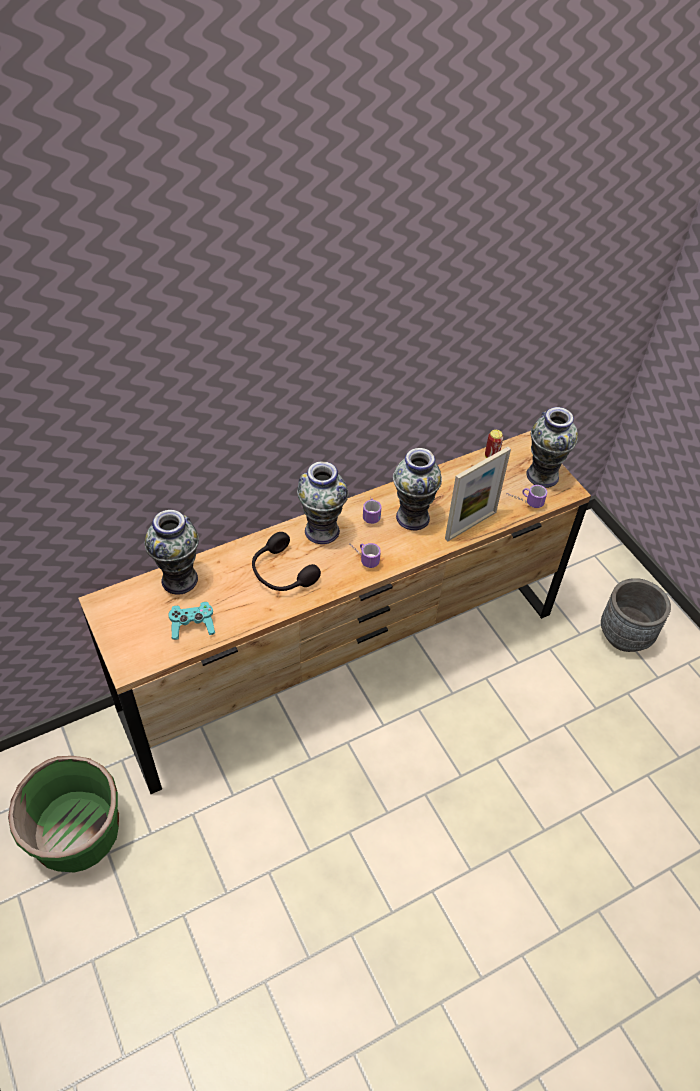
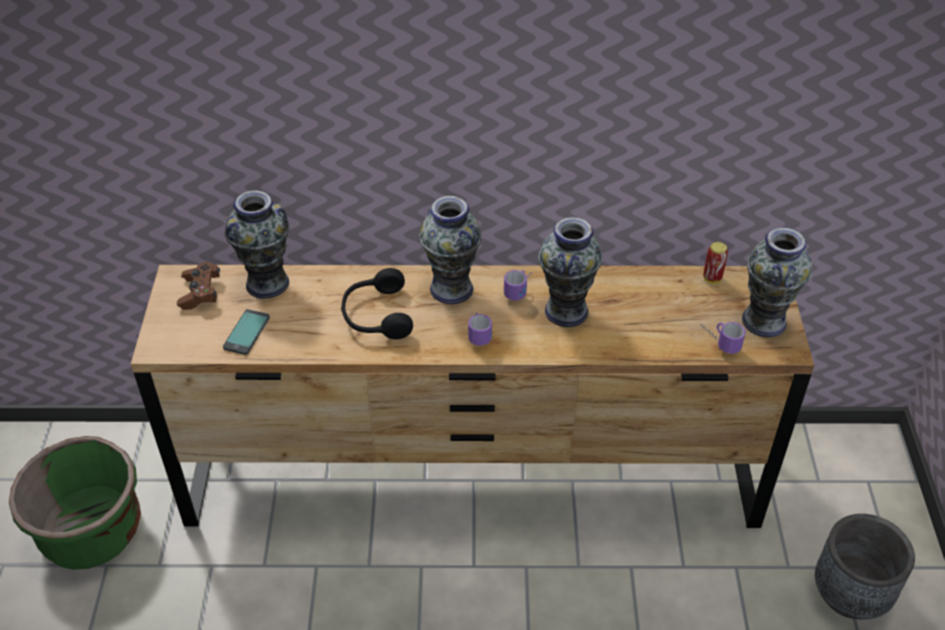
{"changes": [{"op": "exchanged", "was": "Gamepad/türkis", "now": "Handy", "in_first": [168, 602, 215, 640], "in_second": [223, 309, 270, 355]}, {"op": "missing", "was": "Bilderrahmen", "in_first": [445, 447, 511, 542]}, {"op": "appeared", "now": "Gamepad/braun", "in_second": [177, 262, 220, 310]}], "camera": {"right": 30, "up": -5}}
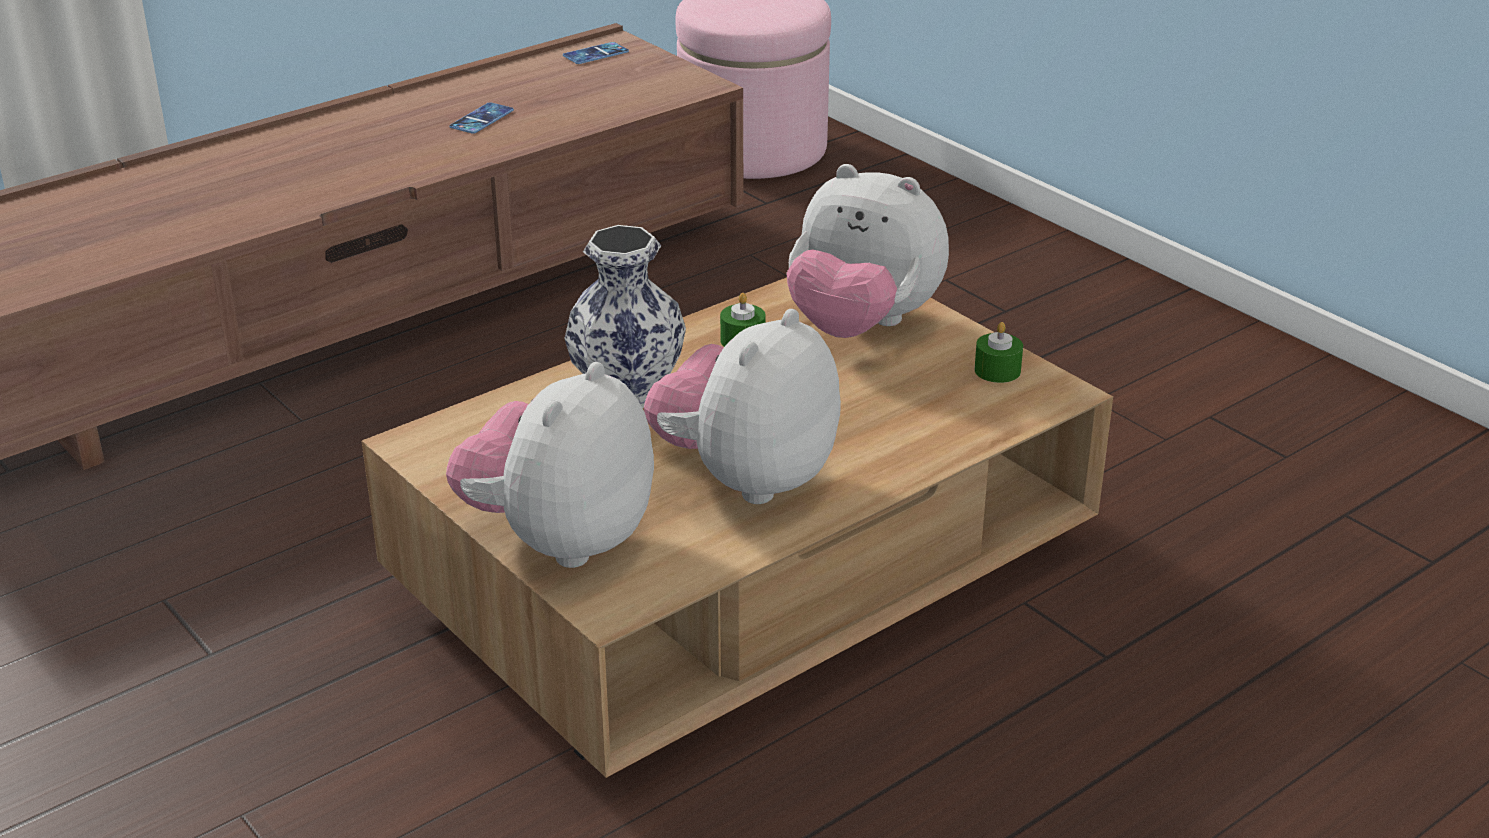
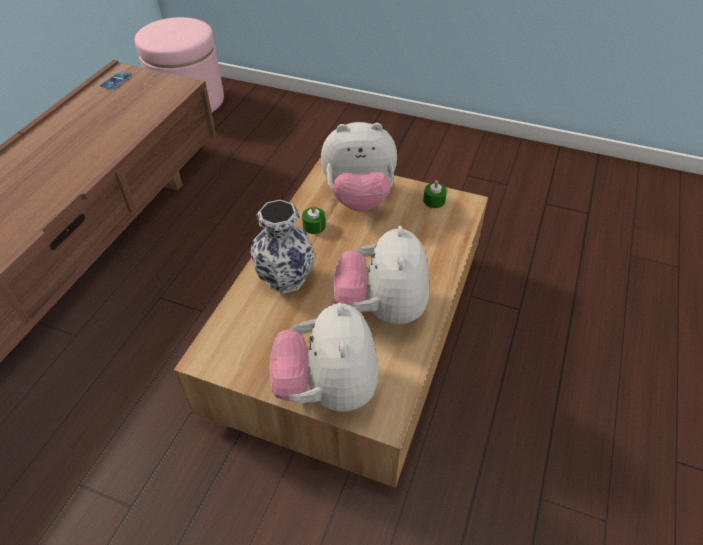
{"changes": [{"op": "missing", "was": "Handy", "in_first": [449, 102, 514, 134]}], "camera": {"right": -30, "up": 15}}
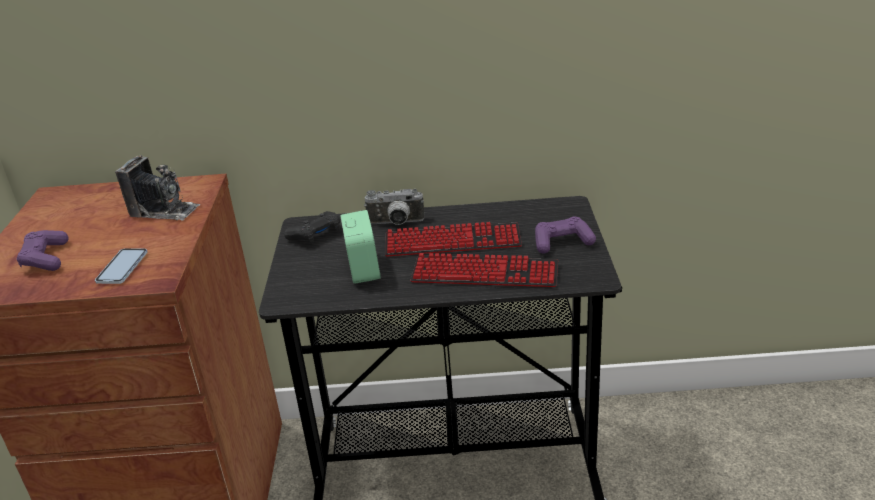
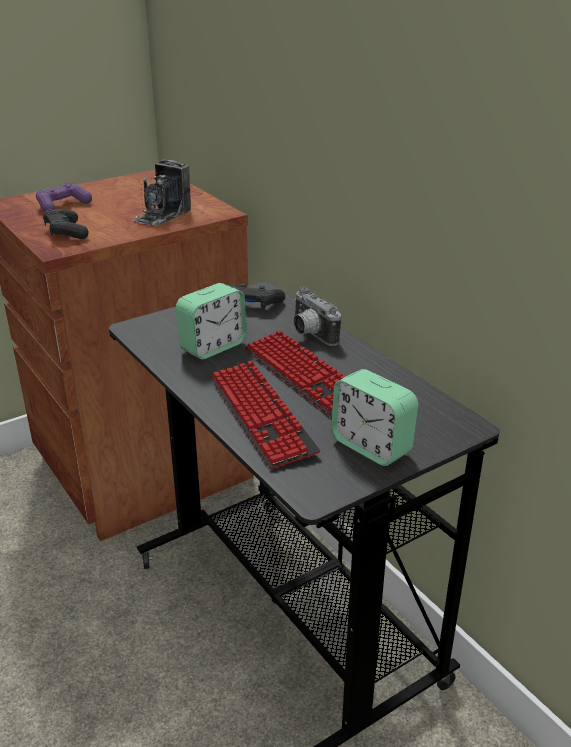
{"changes": [{"op": "exchanged", "was": "Handy", "now": "Gamepad/schwarz", "in_first": [95, 248, 148, 284], "in_second": [43, 209, 89, 239]}, {"op": "spun", "was": "Kamera", "in_first": [115, 155, 200, 221], "in_second": [132, 160, 191, 226], "clockwise": 45}, {"op": "exchanged", "was": "Gamepad/lila", "now": "Wecker", "in_first": [535, 216, 596, 254], "in_second": [331, 369, 418, 466]}], "camera": {"right": 55, "up": 0}}
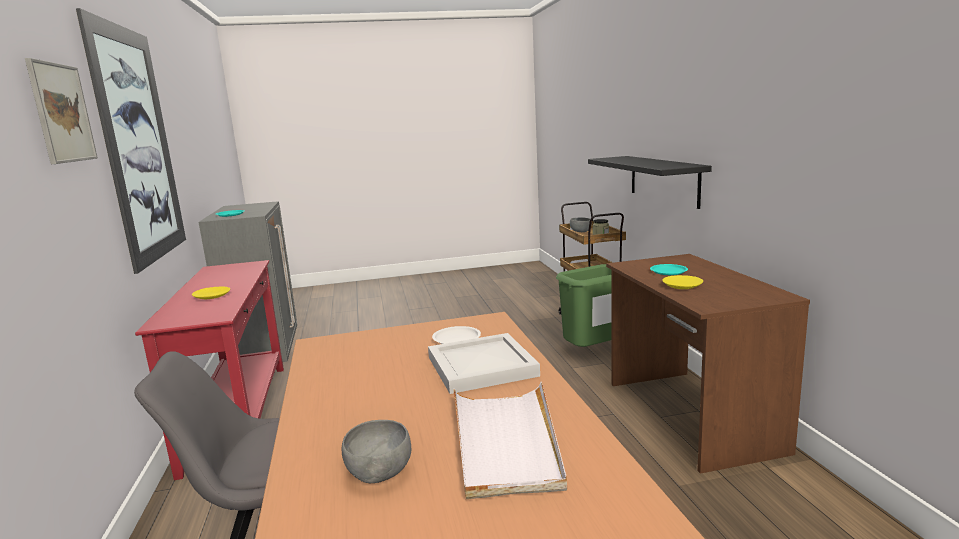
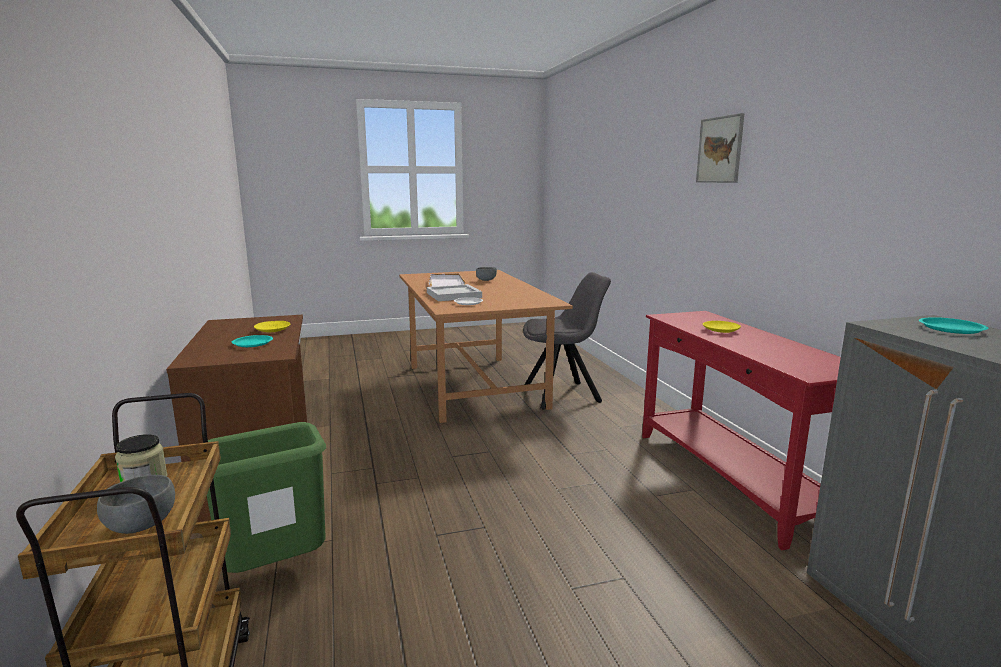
{"changes": [{"op": "missing", "was": "Bild", "in_first": [76, 8, 186, 274]}, {"op": "missing", "was": "Wandregal/schwarz", "in_first": [588, 156, 712, 209]}], "camera": {"right": 175, "up": 0}}
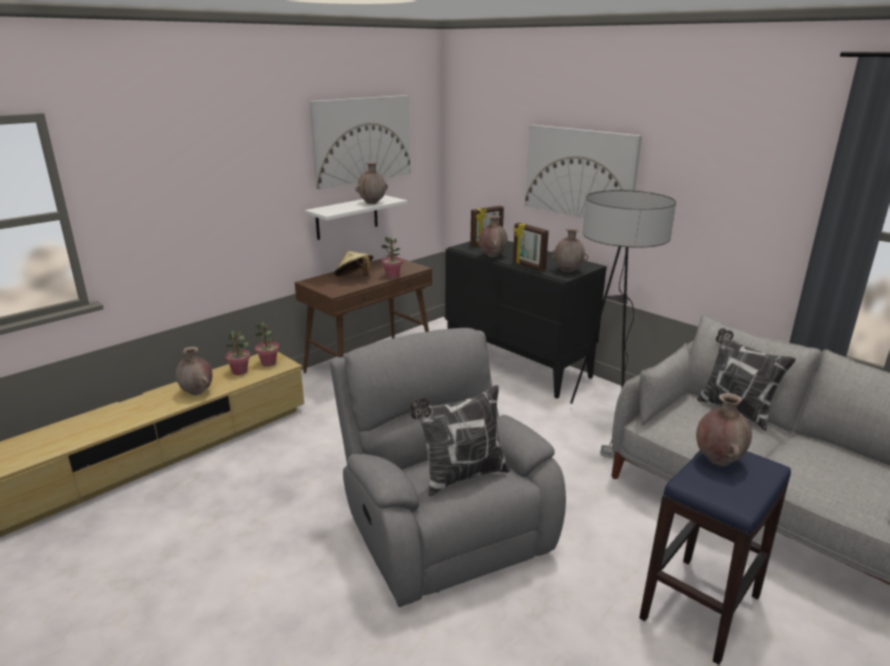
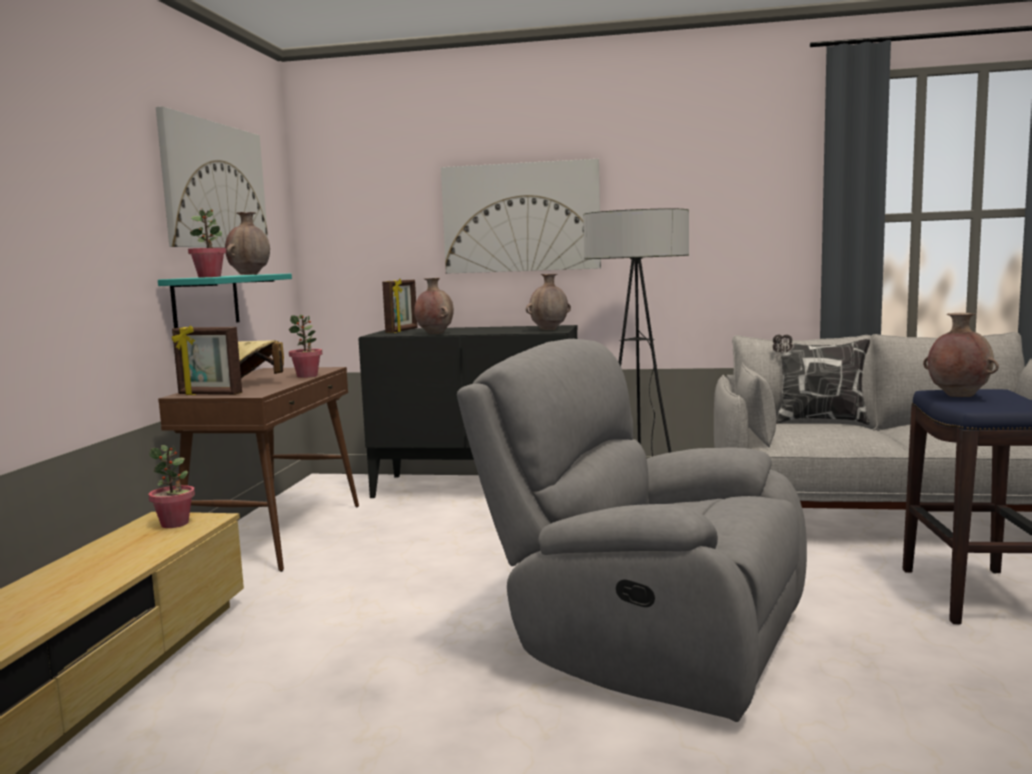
{"changes": [{"op": "missing", "was": "Vase/braun", "in_first": [176, 347, 212, 395]}, {"op": "relocated", "was": "Topfpflanze", "in_first": [225, 330, 250, 375], "in_second": [188, 209, 226, 278]}, {"op": "colour", "was": "Wandregal/weiß", "now": "Wandregal/türkis", "in_first": [305, 195, 407, 240], "in_second": [158, 274, 292, 328]}, {"op": "missing", "was": "Kissen", "in_first": [409, 385, 510, 497]}, {"op": "relocated", "was": "Bilderrahmen", "in_first": [513, 223, 549, 271], "in_second": [172, 325, 242, 395]}], "camera": {"right": -35, "up": -15}}
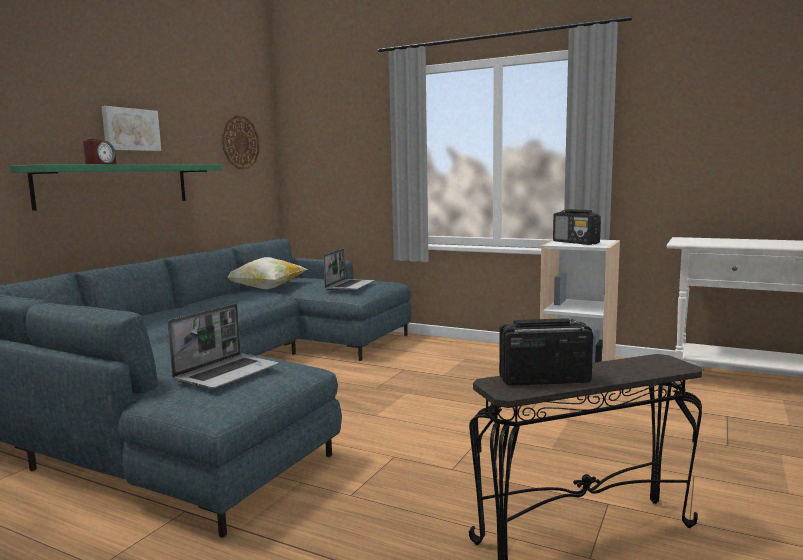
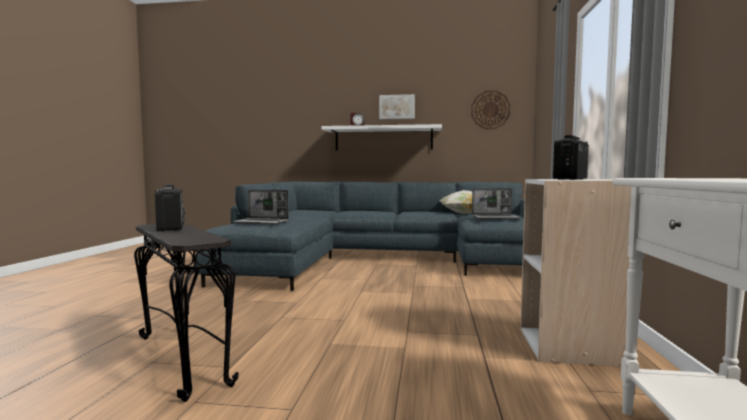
{"changes": [{"op": "colour", "was": "Wandregal/grün", "now": "Wandregal/weiß", "in_first": [10, 164, 223, 211], "in_second": [321, 124, 442, 150]}], "camera": {"right": 70, "up": -5}}
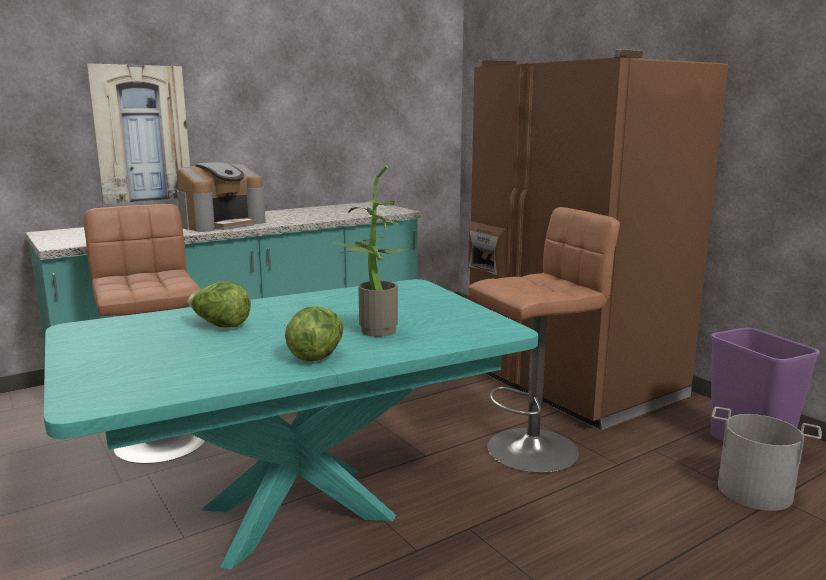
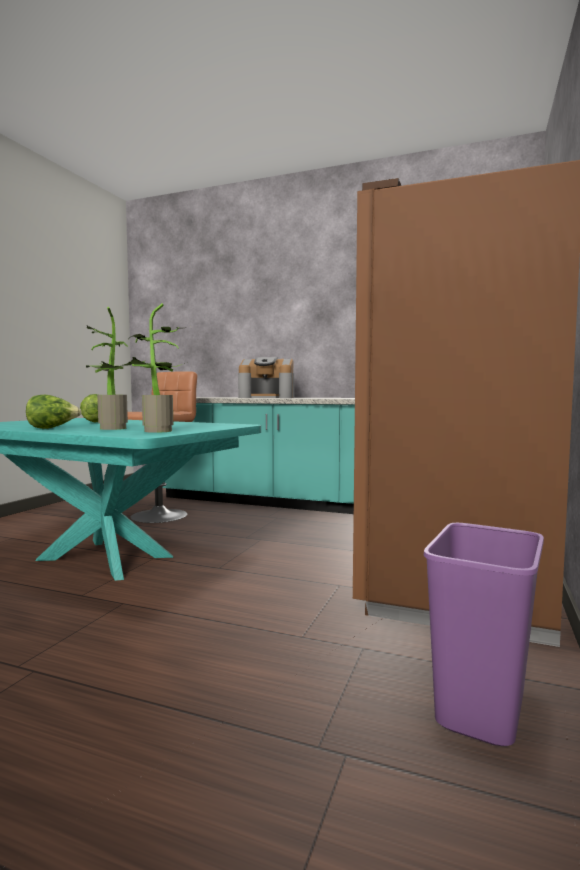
{"changes": [{"op": "missing", "was": "Bild", "in_first": [86, 63, 190, 204]}, {"op": "missing", "was": "Hocker/braun", "in_first": [468, 207, 620, 473]}, {"op": "missing", "was": "Eimer/grau", "in_first": [712, 407, 822, 511]}, {"op": "appeared", "now": "Topfpflanze", "in_second": [128, 304, 191, 433]}], "camera": {"right": 55, "up": -10}}
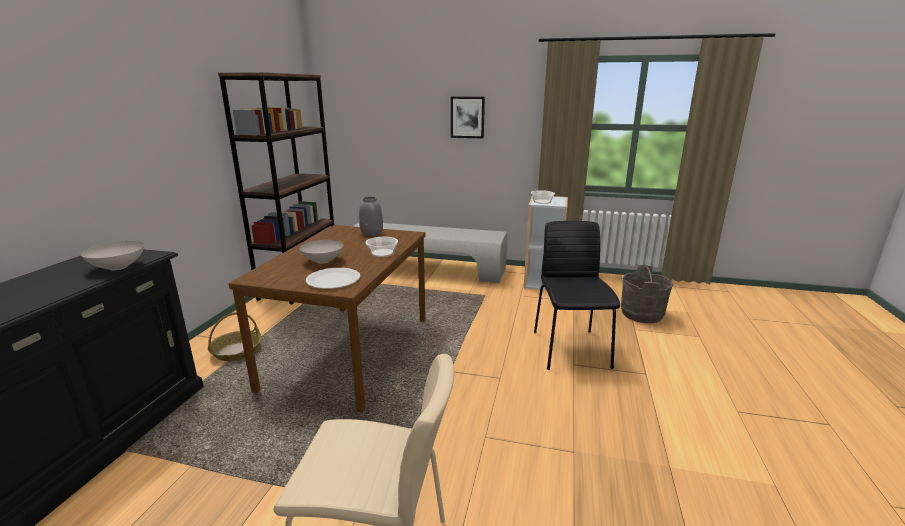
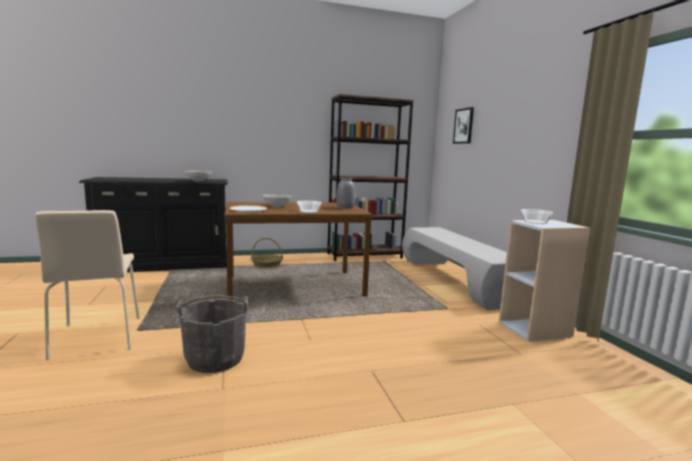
{"changes": [{"op": "relocated", "was": "Bild", "in_first": [451, 97, 485, 139], "in_second": [453, 107, 474, 144]}, {"op": "missing", "was": "Stuhl/schwarz", "in_first": [534, 221, 620, 370]}, {"op": "relocated", "was": "Eimer/grau", "in_first": [621, 265, 673, 323], "in_second": [176, 295, 248, 373]}], "camera": {"right": 60, "up": -10}}
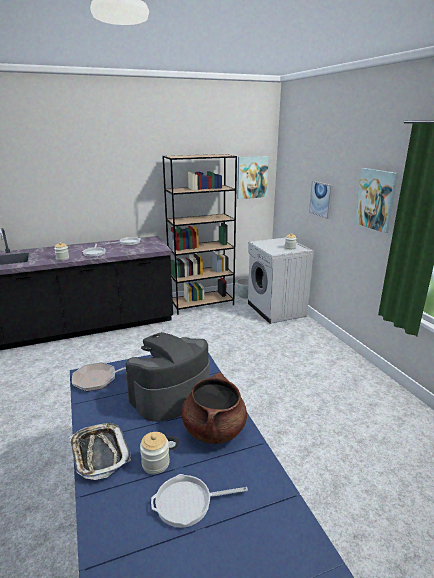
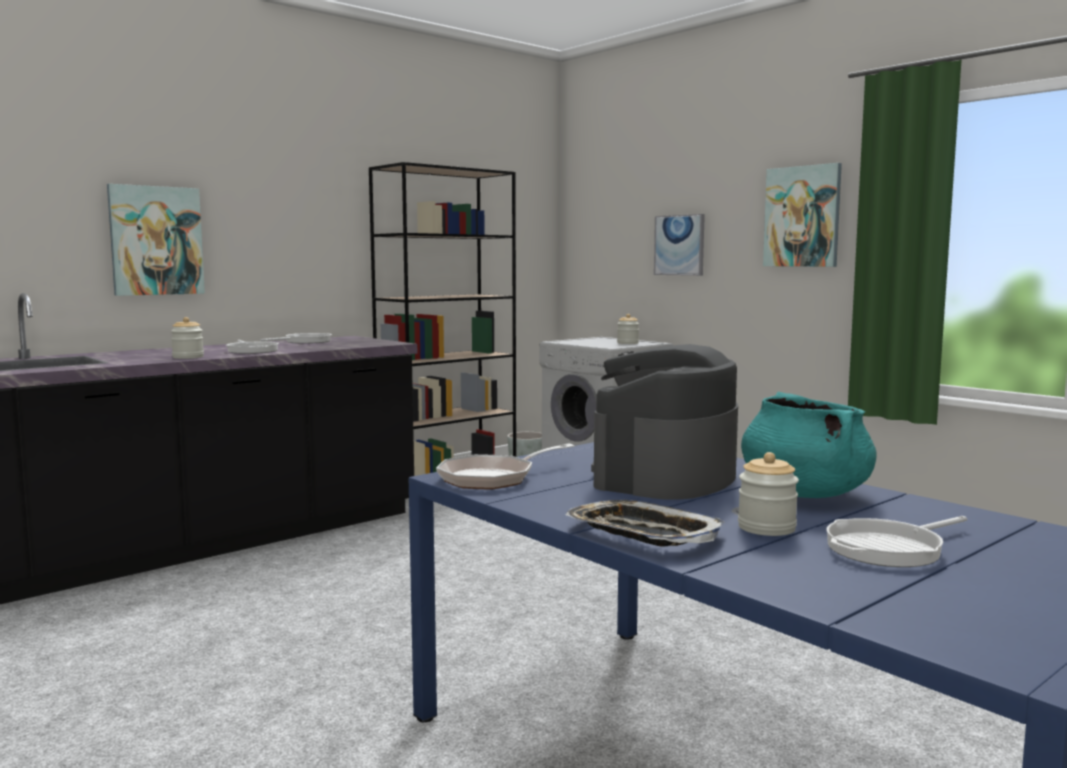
{"changes": [{"op": "colour", "was": "Kochtopf/braun", "now": "Kochtopf/türkis", "in_first": [182, 372, 247, 444], "in_second": [741, 392, 877, 498]}, {"op": "relocated", "was": "Bild", "in_first": [237, 156, 269, 199], "in_second": [107, 184, 205, 296]}], "camera": {"right": -20, "up": -15}}
